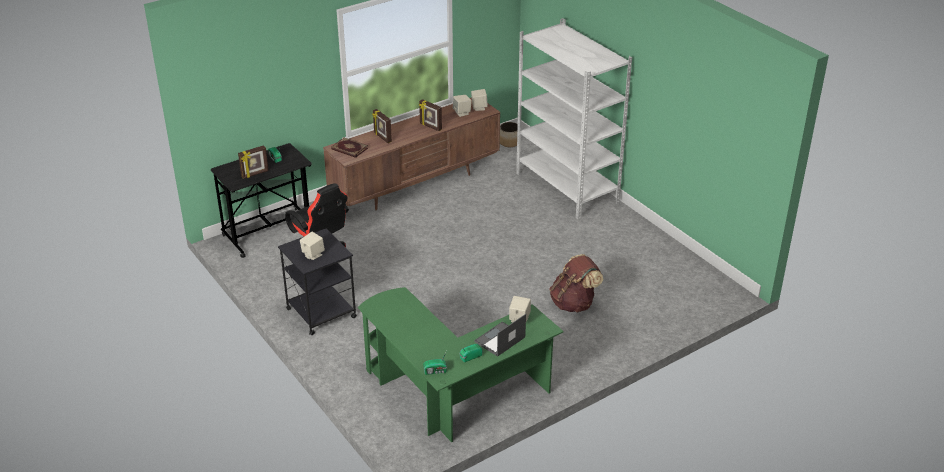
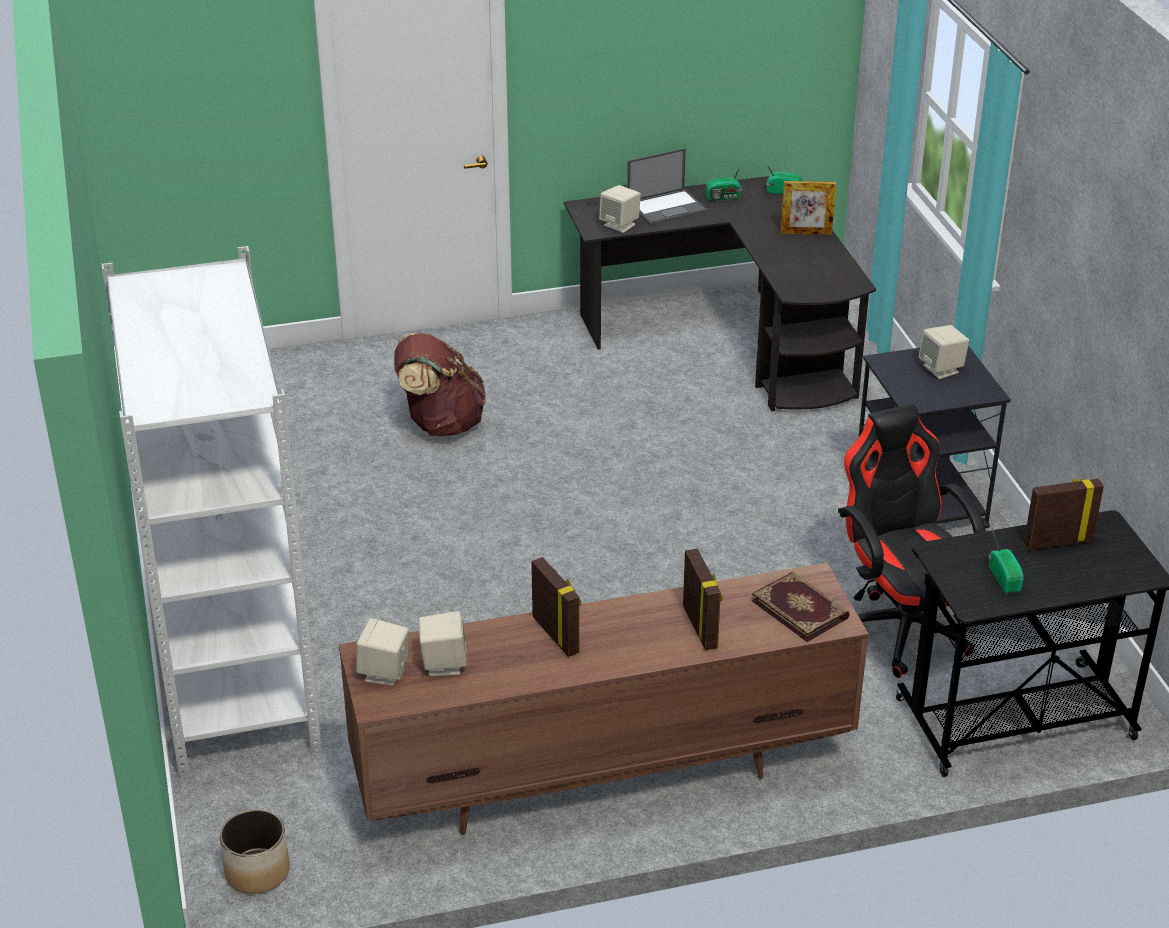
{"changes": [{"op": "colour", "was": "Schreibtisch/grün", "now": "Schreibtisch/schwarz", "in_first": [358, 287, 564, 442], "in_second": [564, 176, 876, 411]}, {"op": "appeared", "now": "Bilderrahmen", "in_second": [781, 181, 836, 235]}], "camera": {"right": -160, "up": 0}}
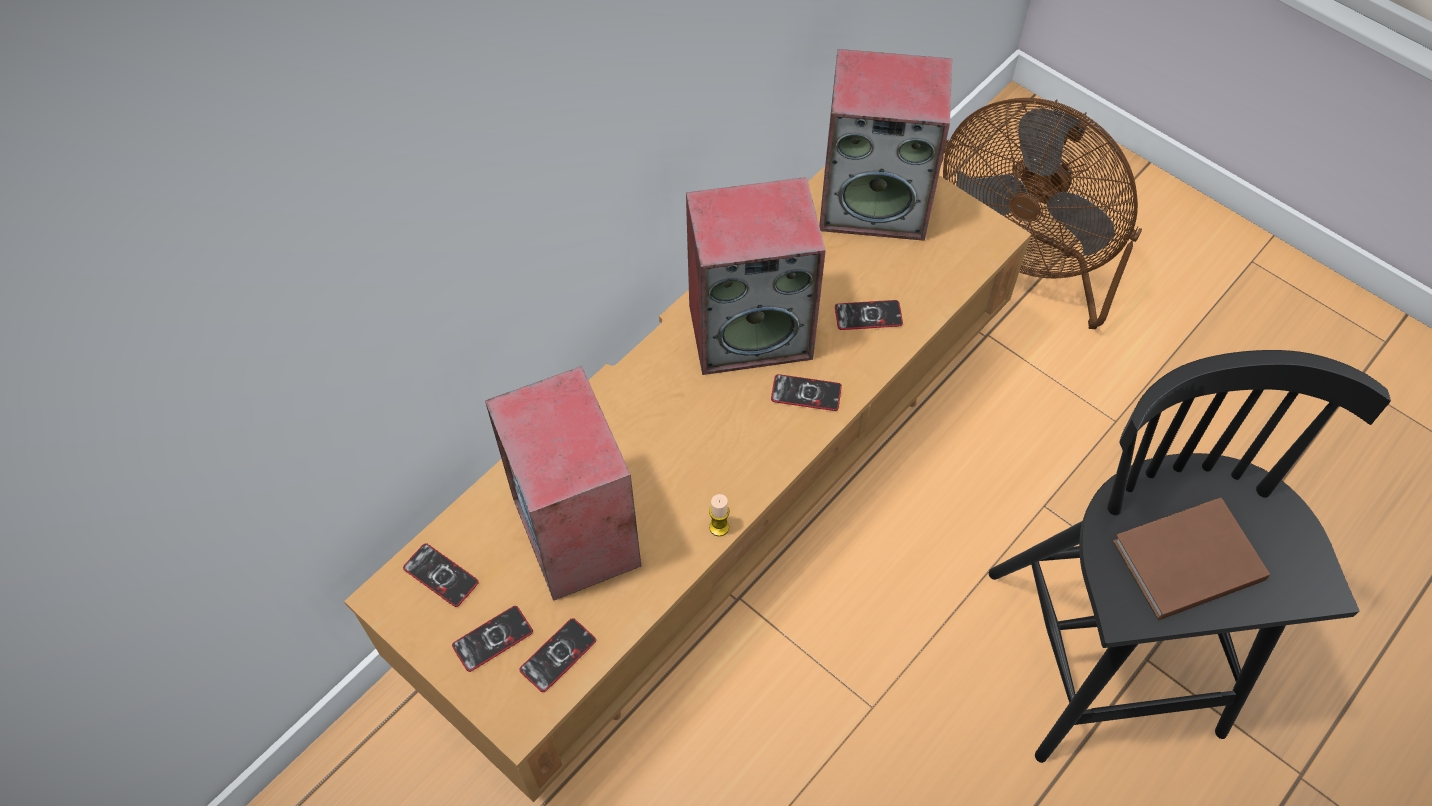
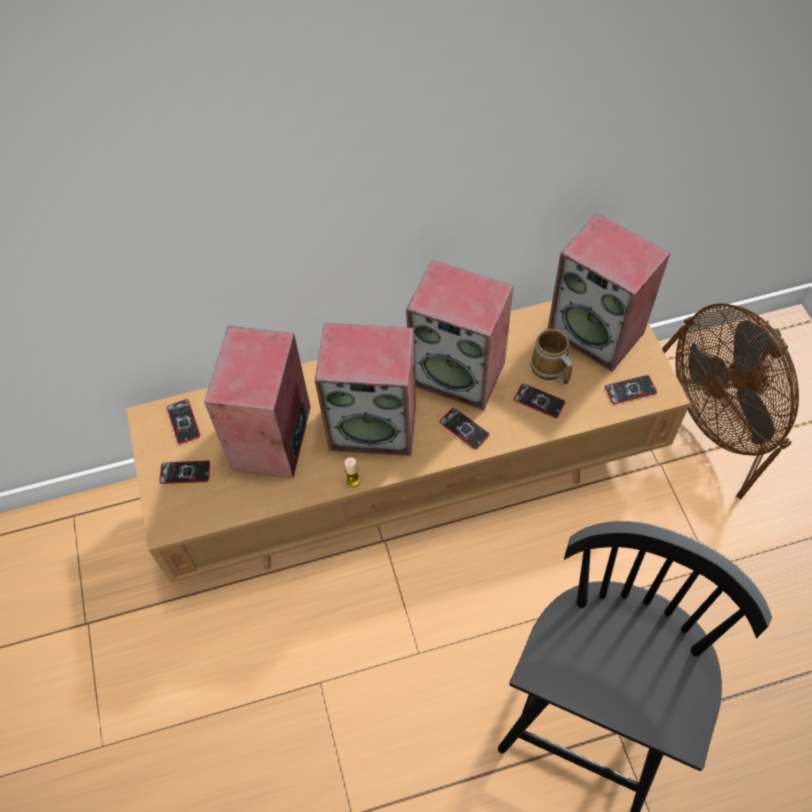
{"changes": [{"op": "relocated", "was": "Handy", "in_first": [520, 618, 596, 692], "in_second": [605, 375, 657, 404]}, {"op": "missing", "was": "Buch/braun", "in_first": [1113, 497, 1270, 620]}, {"op": "appeared", "now": "Lautsprecher", "in_second": [315, 323, 416, 456]}, {"op": "appeared", "now": "Henkelbecher", "in_second": [531, 329, 572, 385]}], "camera": {"right": 35, "up": 0}}
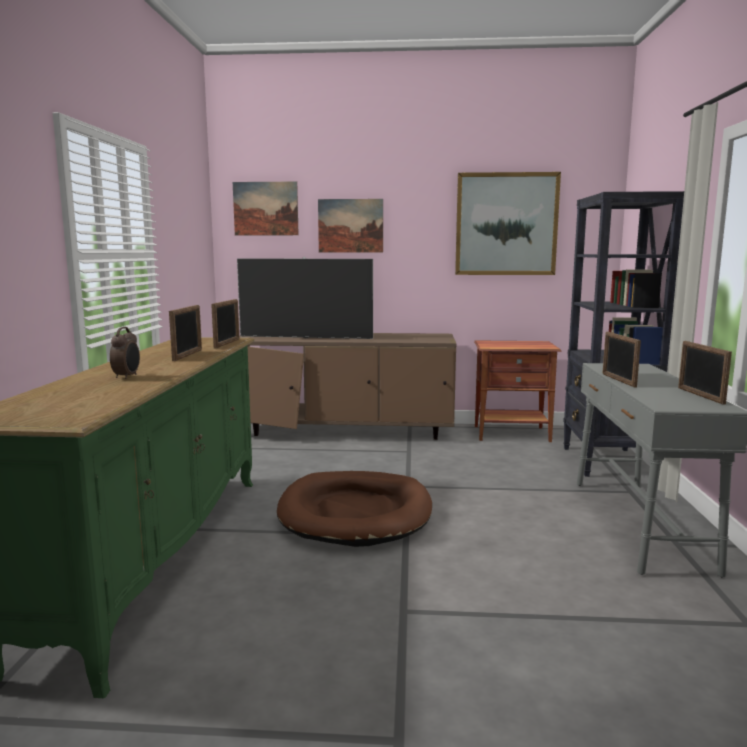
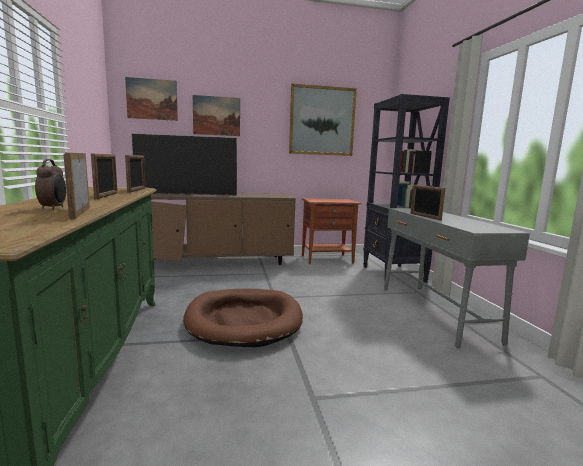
{"changes": [{"op": "relocated", "was": "Bilderrahmen", "in_first": [678, 341, 732, 405], "in_second": [64, 153, 90, 219]}], "camera": {"right": -15, "up": 0}}
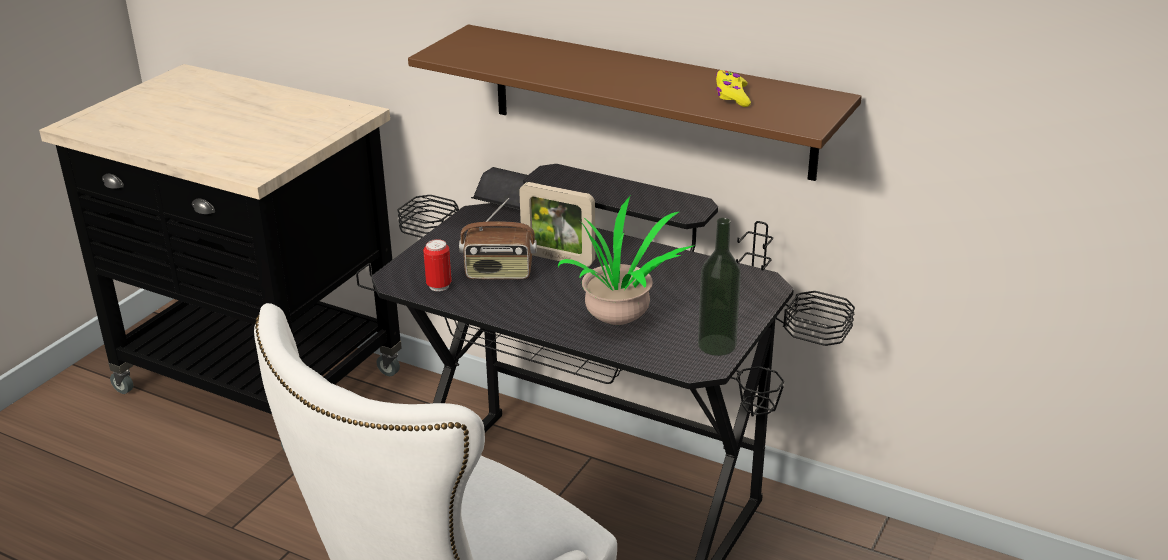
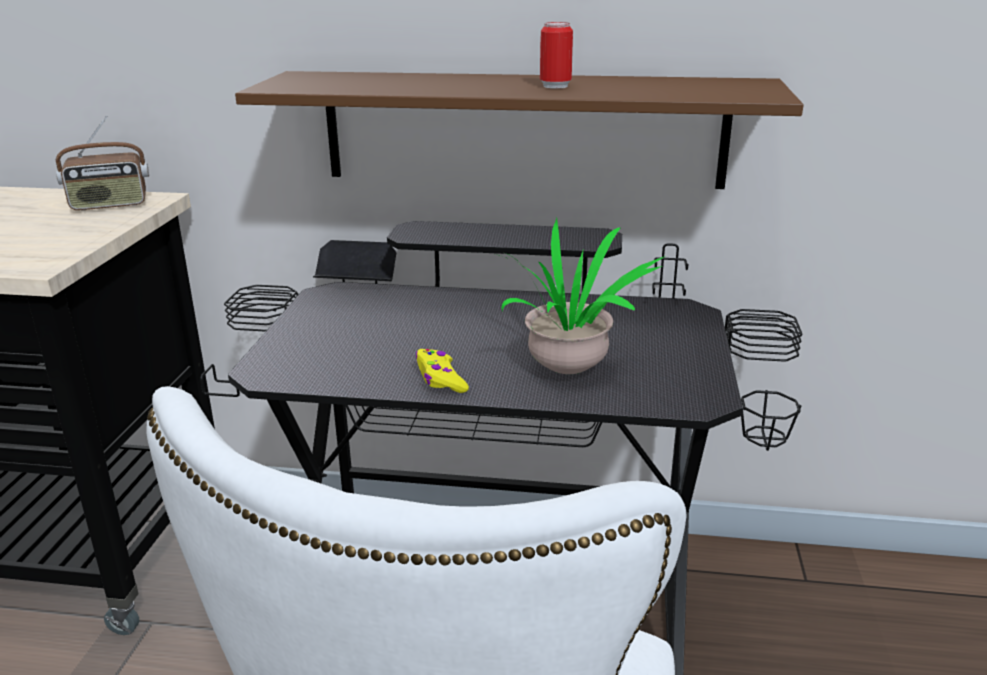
{"changes": [{"op": "relocated", "was": "Dose", "in_first": [423, 239, 452, 291], "in_second": [540, 22, 573, 89]}, {"op": "relocated", "was": "Radio", "in_first": [459, 198, 537, 279], "in_second": [56, 115, 149, 211]}, {"op": "missing", "was": "Bilderrahmen", "in_first": [519, 182, 595, 267]}, {"op": "missing", "was": "Flasche", "in_first": [698, 218, 741, 356]}, {"op": "relocated", "was": "Gamepad/gelb", "in_first": [716, 70, 751, 107], "in_second": [416, 349, 469, 393]}], "camera": {"right": -20, "up": -5}}
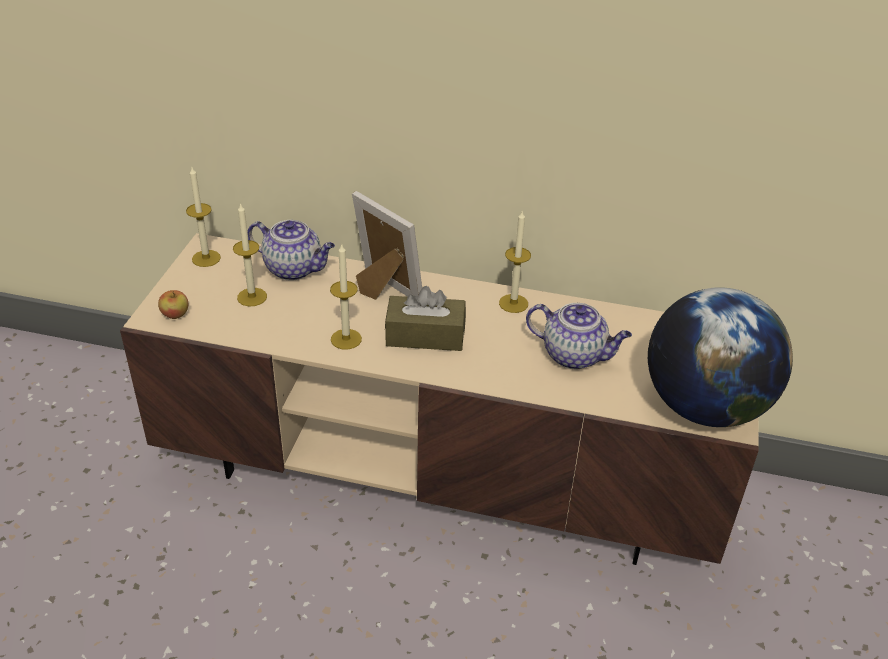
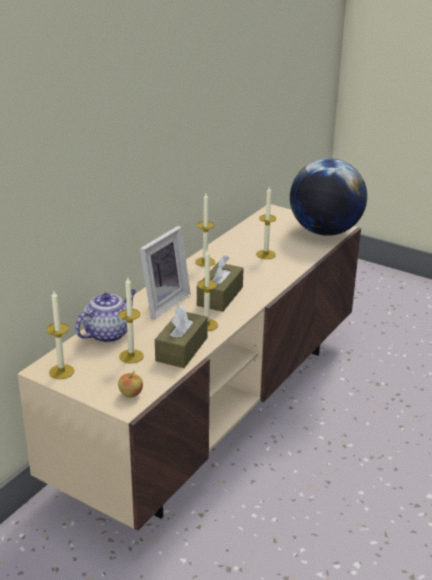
{"changes": [{"op": "spun", "was": "Bilderrahmen", "in_first": [352, 191, 422, 300], "in_second": [140, 226, 191, 320], "clockwise": 150}, {"op": "exchanged", "was": "Teekanne", "now": "Kerze", "in_first": [526, 303, 632, 369], "in_second": [256, 187, 276, 259]}, {"op": "appeared", "now": "Taschentuchbox/braun", "in_second": [155, 304, 208, 368]}], "camera": {"right": -70, "up": -10}}
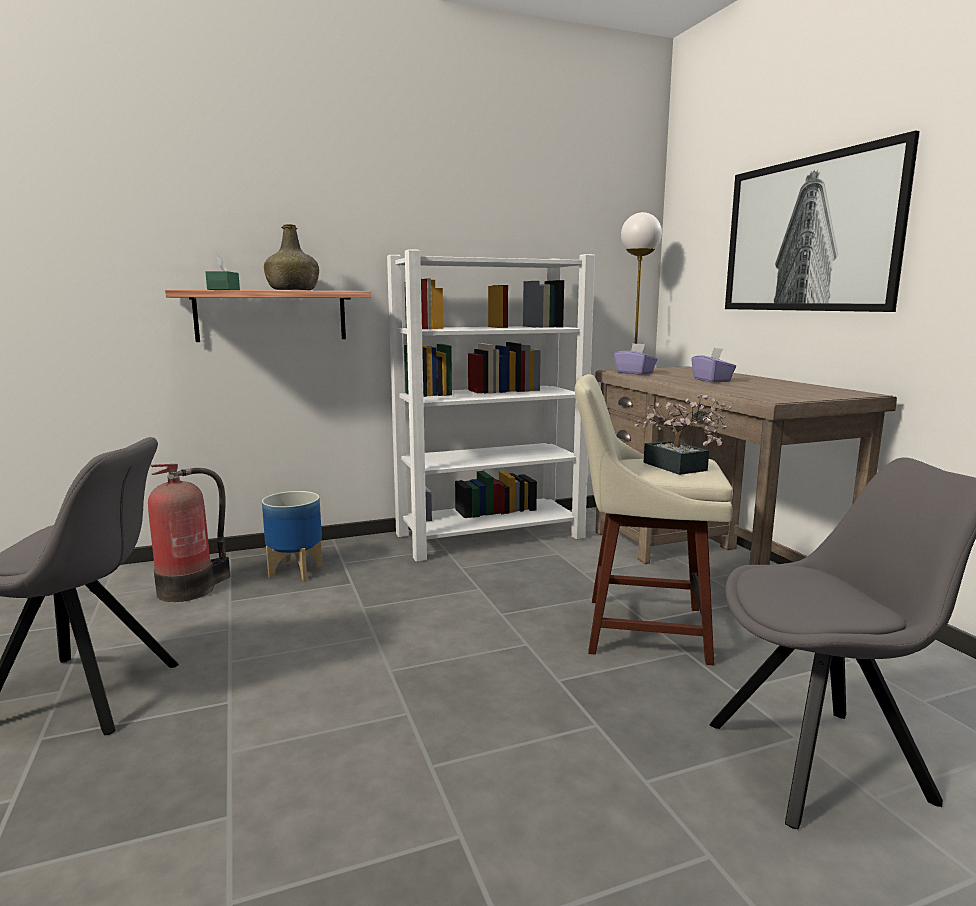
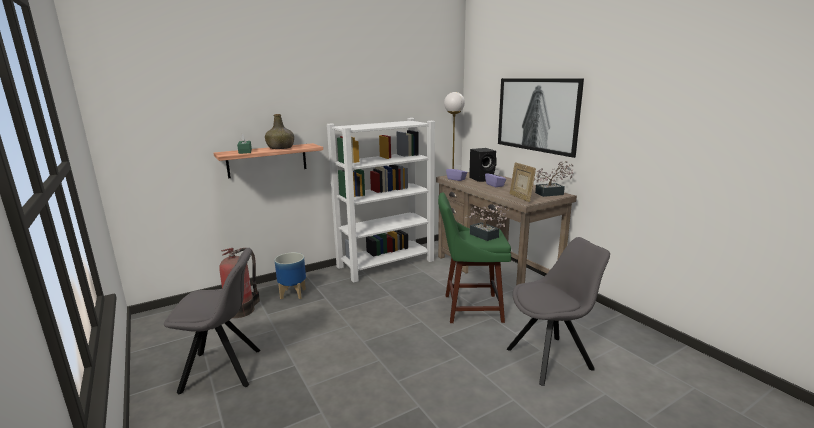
{"changes": [{"op": "colour", "was": "Hocker/beige", "now": "Hocker/grün", "in_first": [575, 374, 733, 665], "in_second": [438, 193, 511, 323]}, {"op": "appeared", "now": "Lautsprecher/schwarz", "in_second": [469, 148, 497, 182]}, {"op": "appeared", "now": "Bilderrahmen", "in_second": [510, 162, 536, 202]}, {"op": "appeared", "now": "Topfpflanze", "in_second": [534, 161, 574, 197]}], "camera": {"right": -10, "up": 5}}
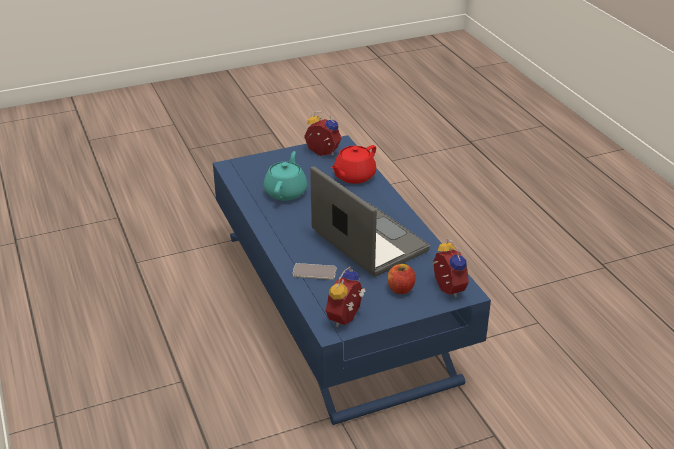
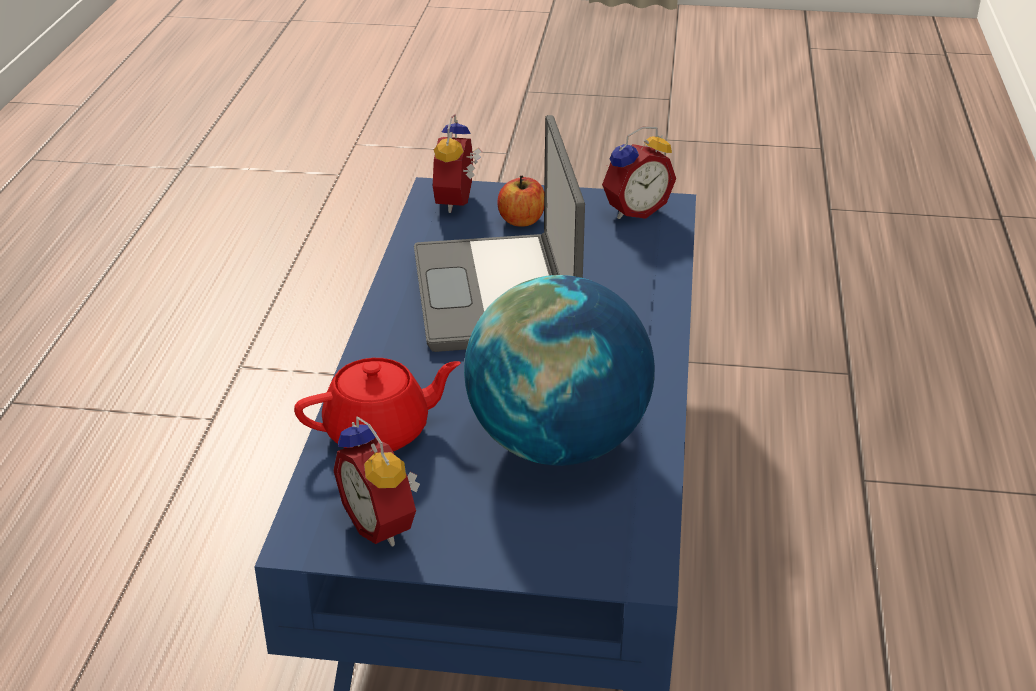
{"changes": [{"op": "exchanged", "was": "Teekanne/türkis", "now": "Globus", "in_first": [263, 151, 307, 201], "in_second": [464, 275, 655, 466]}, {"op": "missing", "was": "Handy", "in_first": [292, 263, 337, 280]}], "camera": {"right": -150, "up": 0}}
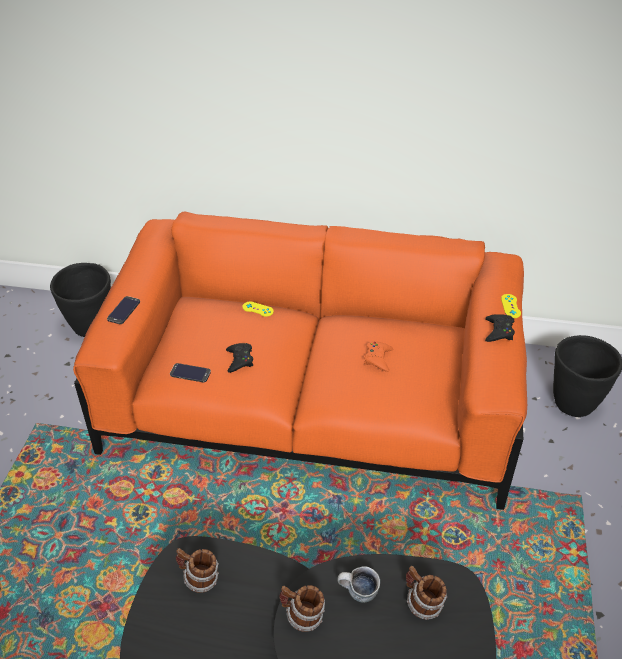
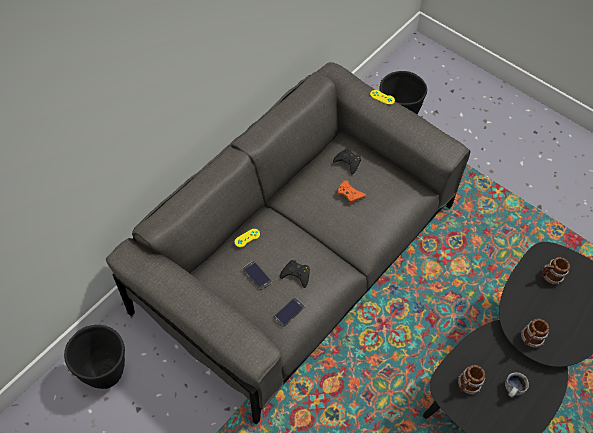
{"changes": [{"op": "colour", "was": "Sofa/orange", "now": "Sofa/grau", "in_first": [73, 211, 527, 510], "in_second": [106, 62, 470, 425]}, {"op": "relocated", "was": "Handy", "in_first": [107, 296, 140, 324], "in_second": [243, 261, 272, 290]}, {"op": "relocated", "was": "Henkelbecher", "in_first": [337, 566, 380, 603], "in_second": [505, 372, 529, 398]}, {"op": "relocated", "was": "Gamepad/schwarz", "in_first": [485, 314, 515, 342], "in_second": [333, 149, 361, 175]}], "camera": {"right": -60, "up": 15}}
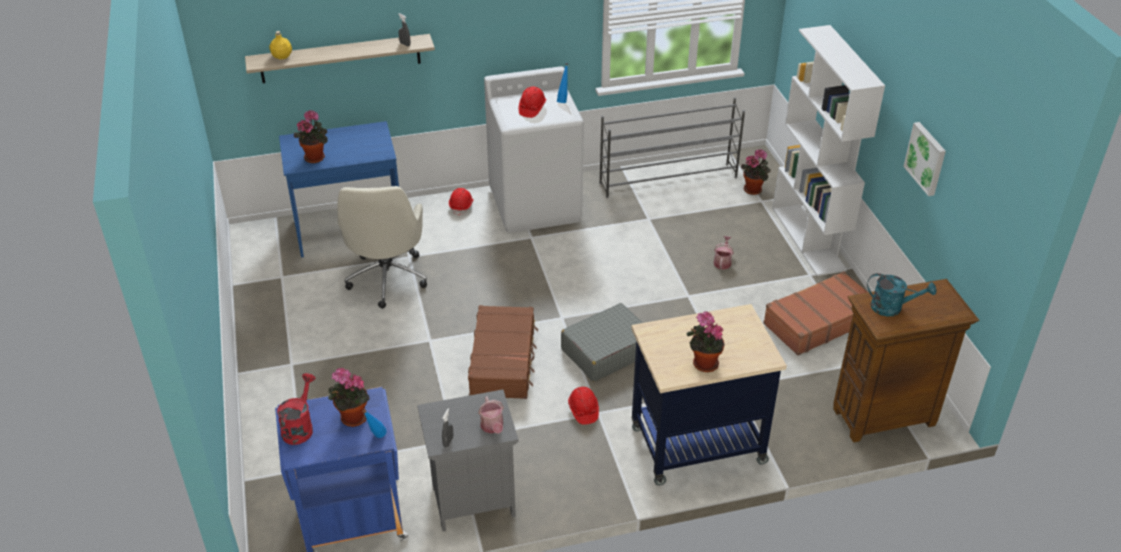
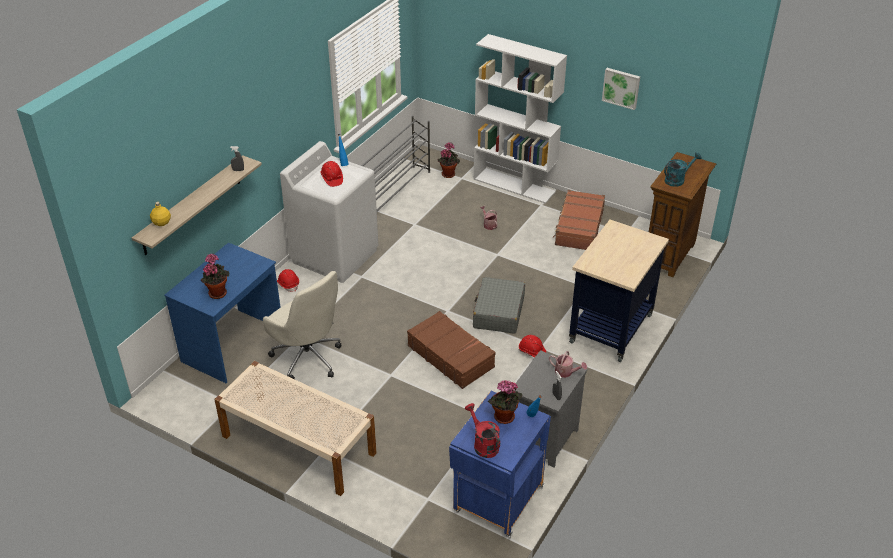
{"changes": [{"op": "missing", "was": "Topfpflanze", "in_first": [686, 311, 725, 372]}, {"op": "appeared", "now": "Bank/beige", "in_second": [214, 361, 377, 496]}], "camera": {"right": -45, "up": 0}}
